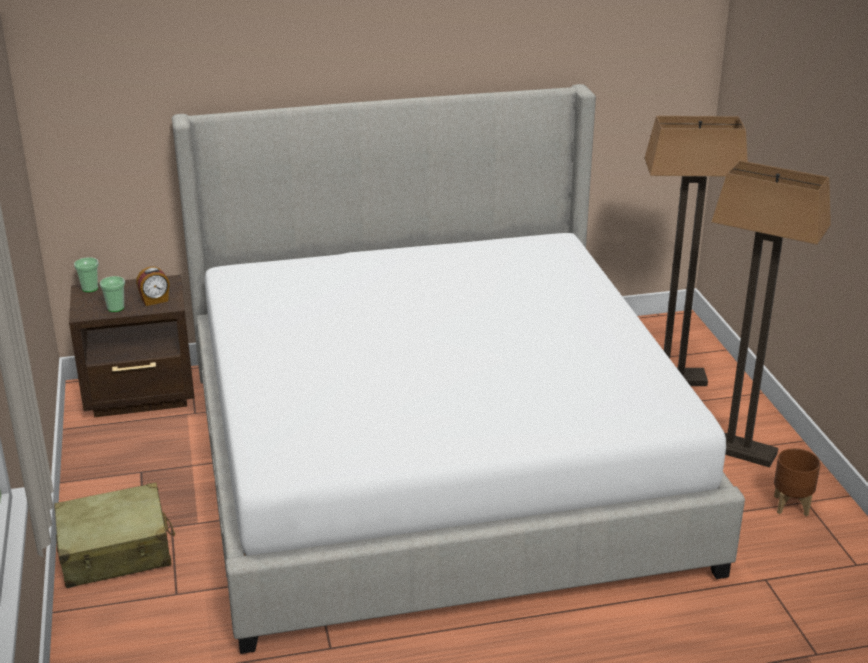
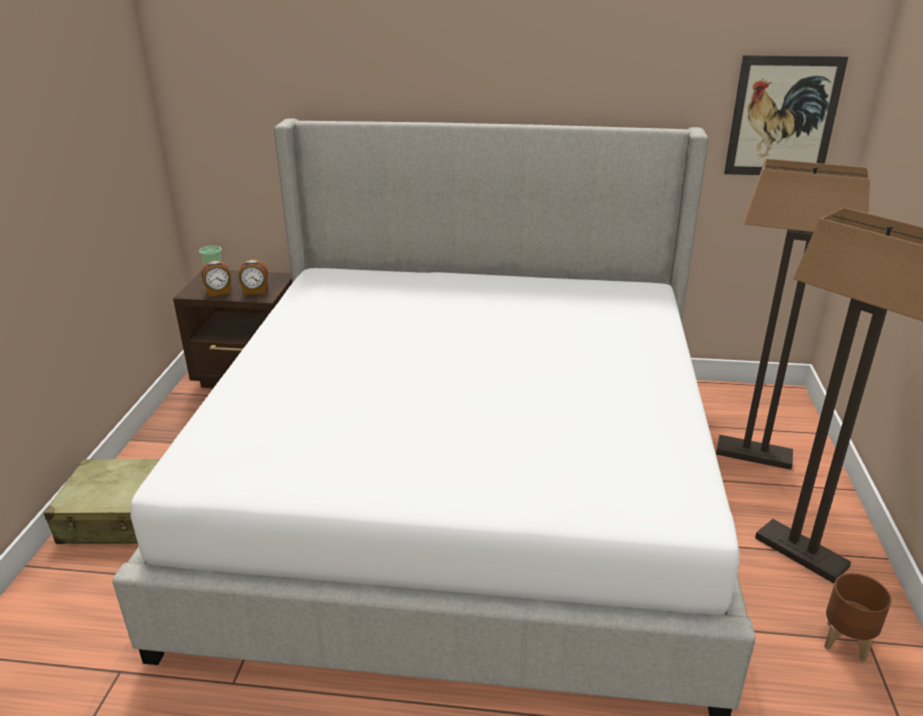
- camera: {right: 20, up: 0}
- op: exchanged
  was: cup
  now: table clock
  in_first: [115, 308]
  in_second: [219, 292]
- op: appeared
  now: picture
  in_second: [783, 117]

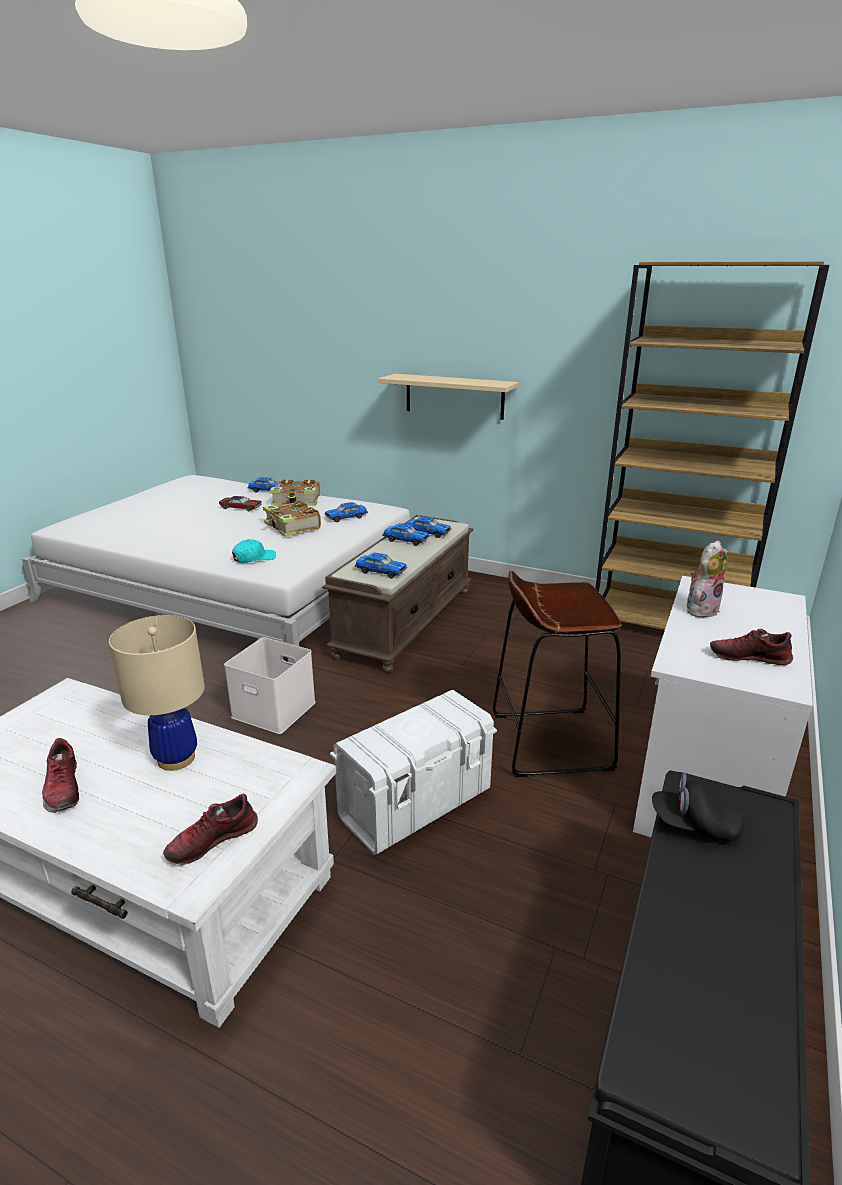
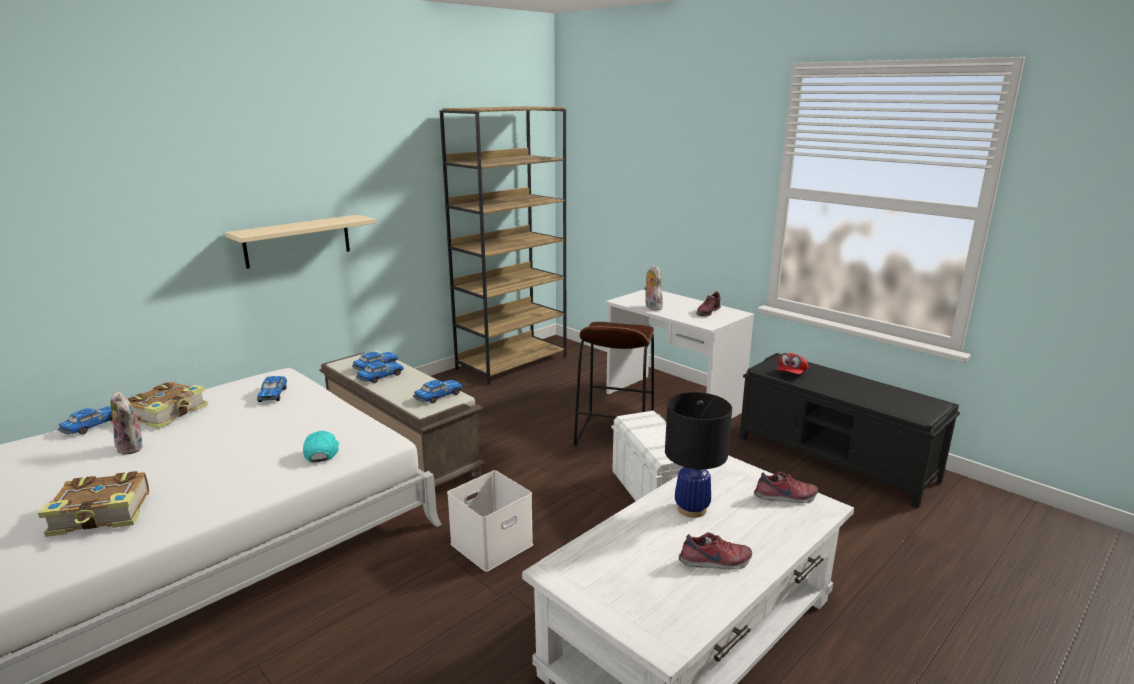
- camera: {right: -70, up: -5}
- op: colour
  was: lamp for a table (beige)
  now: lamp for a table (blackish)
  in_first: [176, 759]
  in_second: [692, 509]
- op: spun
  was: low shoe
  in_first: [212, 840]
  in_second: [785, 498]
  clockwise: -75
- op: exchanged
  was: model car
  now: soft toy
  in_first: [241, 508]
  in_second: [133, 447]
- op: relocated
  was: bound book
  in_first: [292, 527]
  in_second: [102, 515]
- op: colour
  was: baseball cap (blackish)
  now: baseball cap (red)
  in_first: [694, 825]
  in_second: [791, 374]

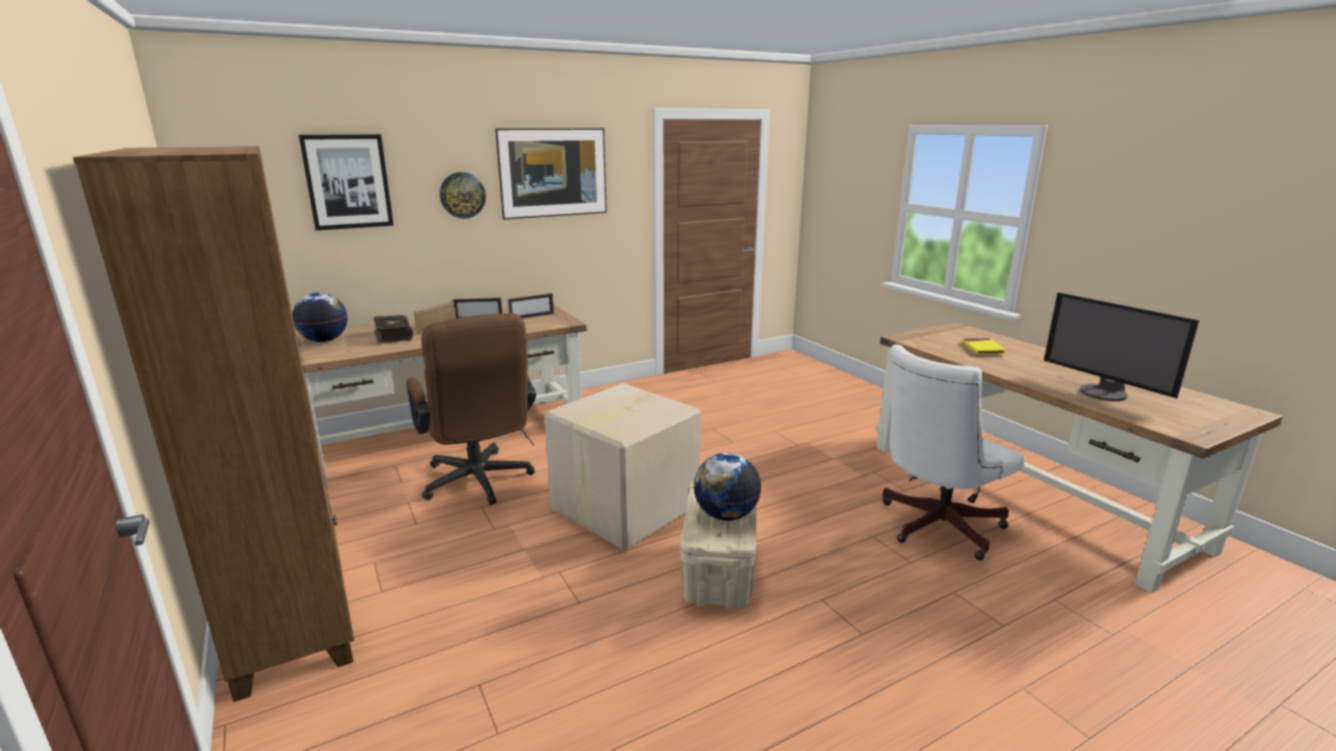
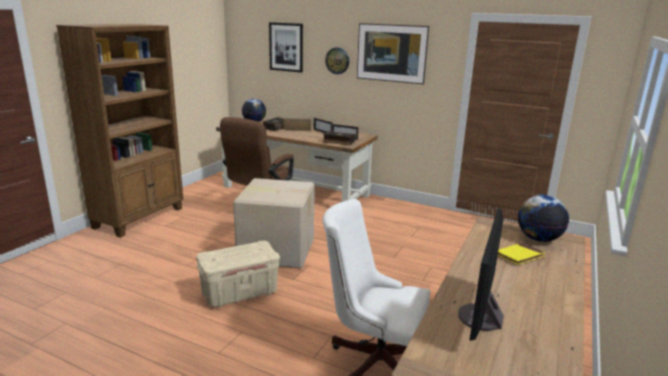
- camera: {right: 55, up: 0}
- op: relocated
  was: world globe
  in_first: [725, 515]
  in_second: [538, 239]
- op: appeared
  now: bound book
  in_second: [339, 142]

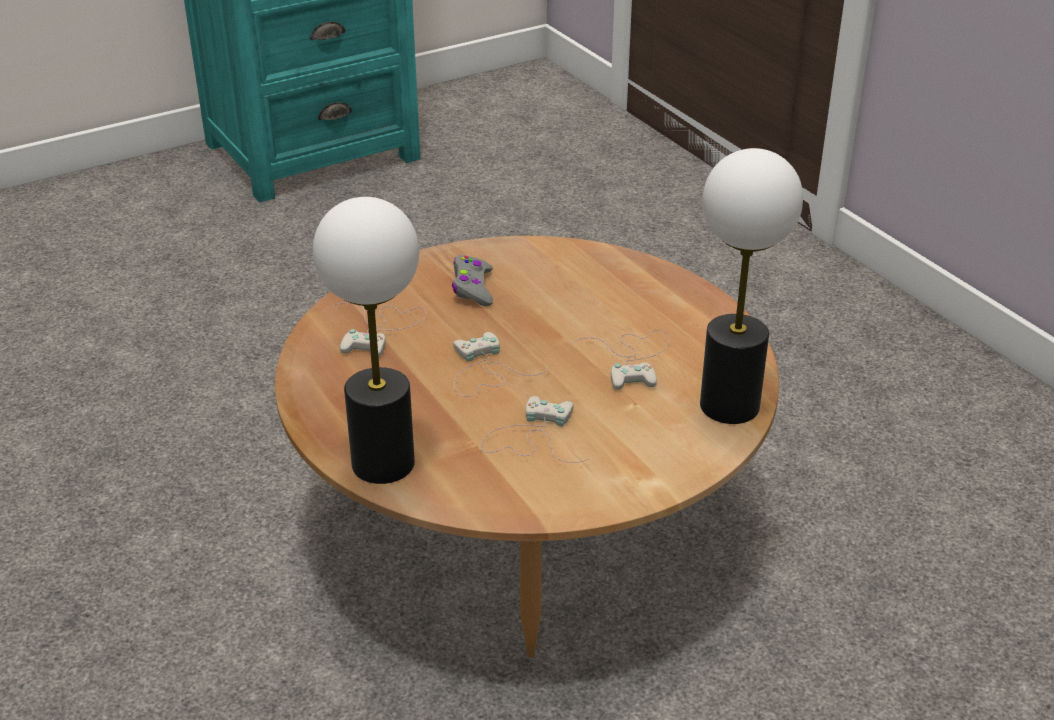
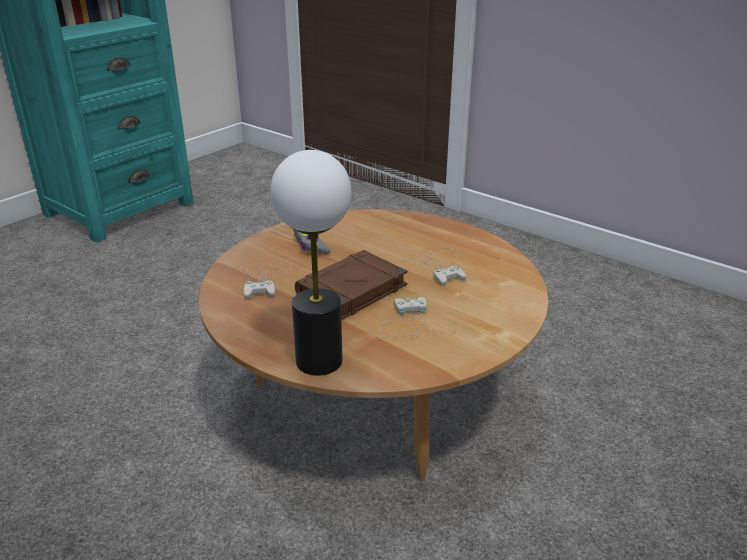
- camera: {right: -20, up: -5}
- op: exchanged
  was: gamepad (white)
  now: bound book (brownish)
  in_first: [485, 371]
  in_second: [351, 291]
- op: missing
  was: lamp for a table
  in_first: [729, 405]

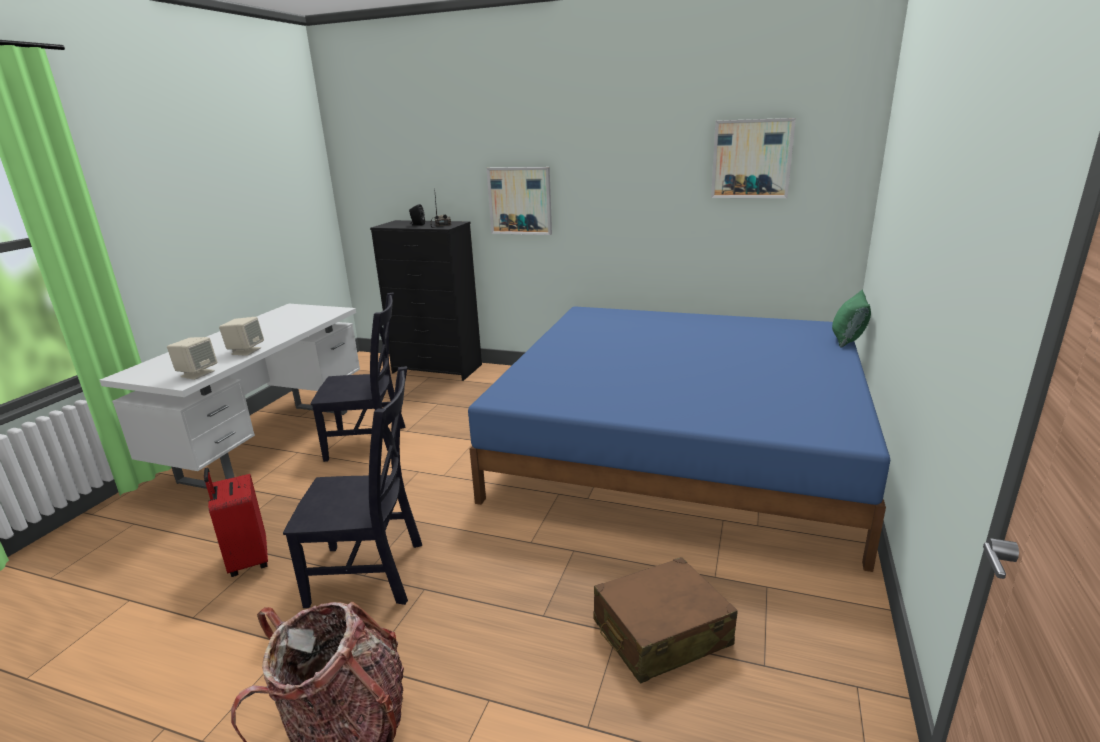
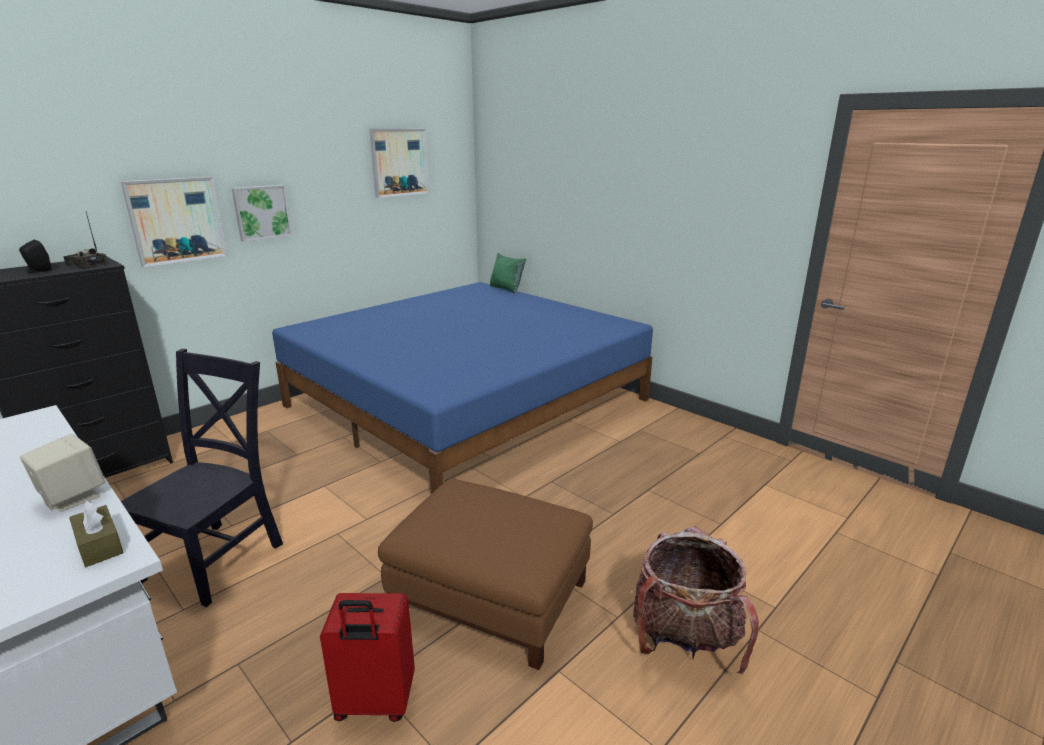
- camera: {right: -65, up: 0}
- op: exchanged
  was: speaker (beige)
  now: tissue box (brownish)
  in_first: [197, 373]
  in_second: [99, 545]
- op: exchanged
  was: chair (blackish)
  now: ottoman (brownish)
  in_first: [372, 574]
  in_second: [491, 596]
- op: missing
  was: suitcase (brownish)
  in_first: [661, 633]
- op: appeared
  now: picture
  in_second: [261, 212]

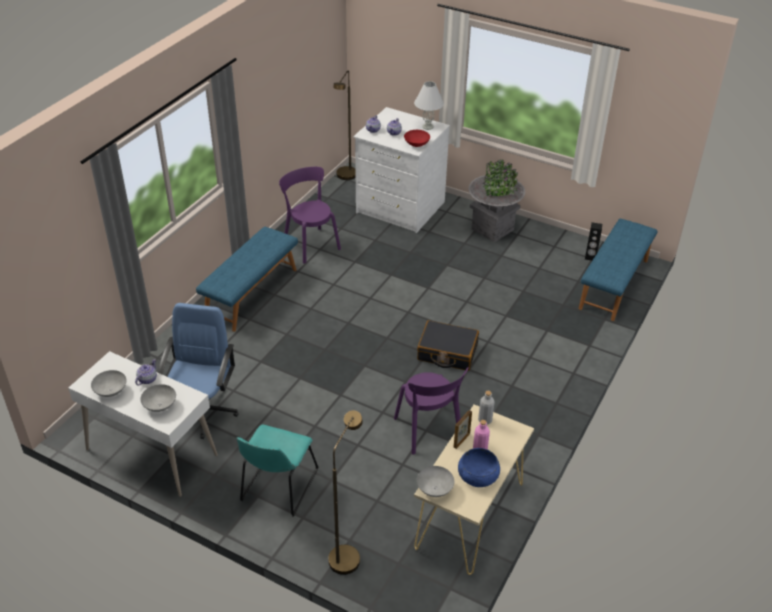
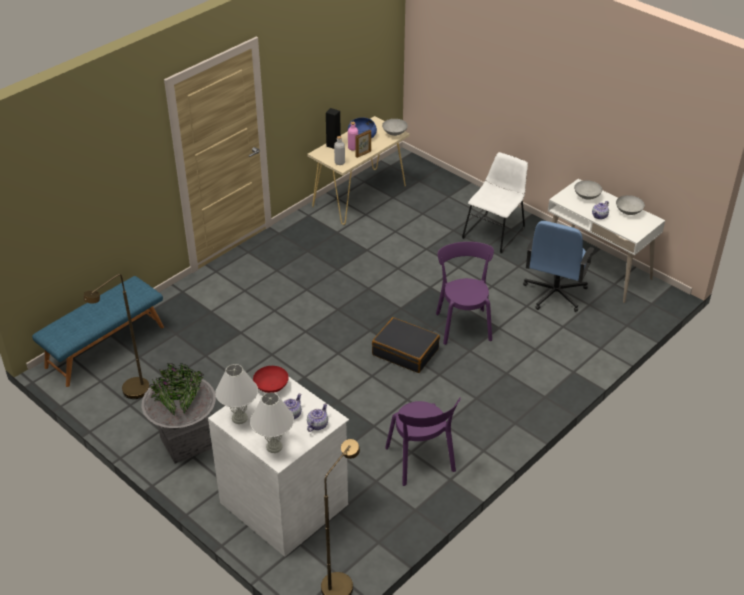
- camera: {right: -165, up: 0}
- op: missing
  was: long seat (blue-coloured)
  in_first: [251, 293]
- op: colour
  was: chair (blue-green)
  now: chair (white)
  in_first: [278, 487]
  in_second: [495, 231]
- op: relocated
  was: floor lamp (brownish)
  in_first: [346, 553]
  in_second: [131, 394]
- op: relocated
  was: chair (purple)
  in_first: [429, 431]
  in_second: [463, 324]
- op: relocated
  was: suitcase (blackish)
  in_first: [447, 352]
  in_second: [405, 351]
- op: relocated
  was: speaker (blackish)
  in_first: [590, 257]
  in_second: [333, 145]
- op: appeared
  now: lamp for a table (white)
  in_second: [274, 447]

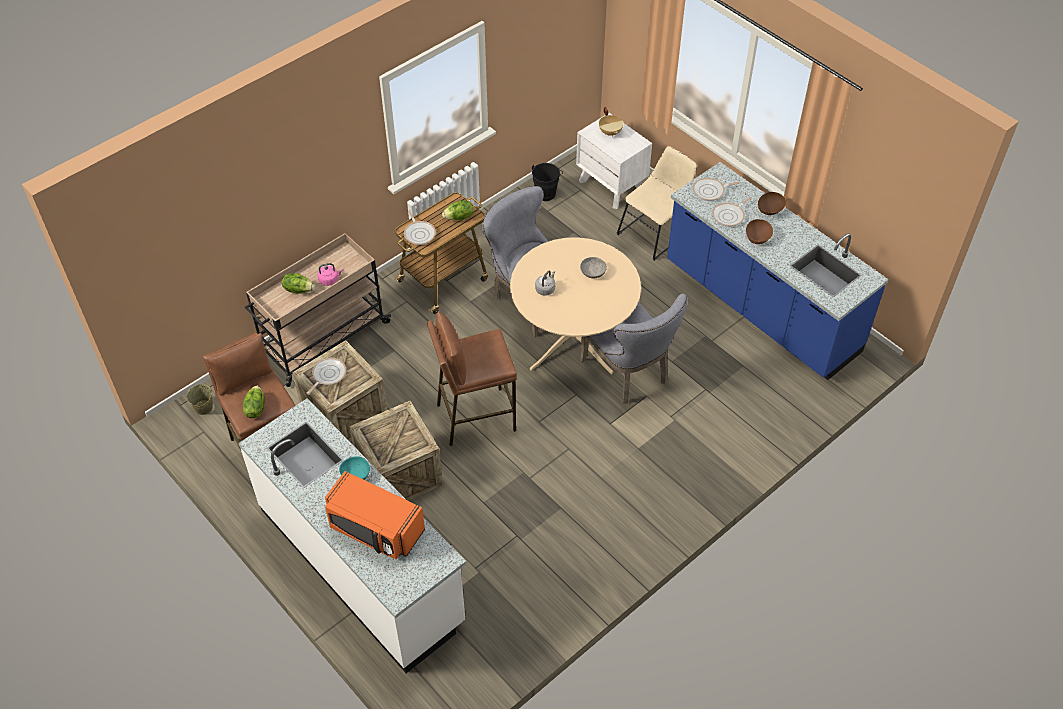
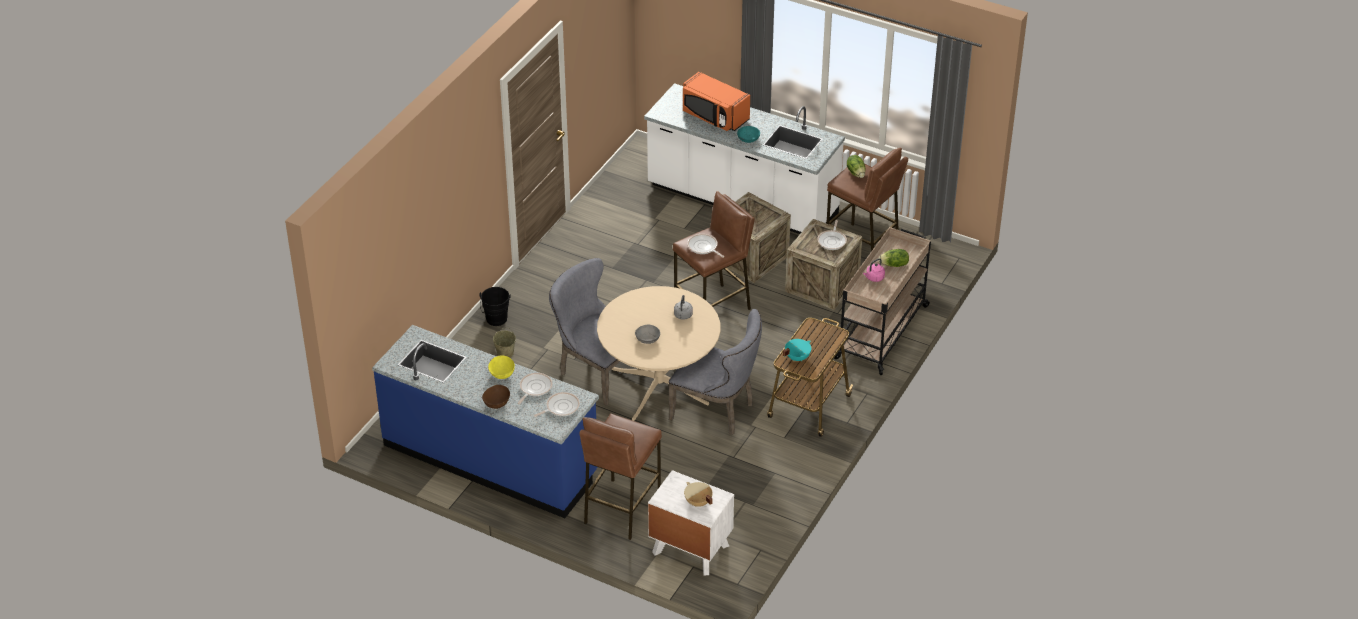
- camera: {right: 160, up: -10}
- op: relocated
  was: bucket (beige)
  in_first: [203, 408]
  in_second: [505, 353]
- op: spun
  was: microwave (orangey)
  in_first: [375, 529]
  in_second: [714, 116]
  clockwise: -150
- op: relocated
  was: skillet
  in_first: [419, 233]
  in_second: [703, 247]
- op: exchanged
  was: lettuce head
  now: cooking pot (blue-green)
  in_first: [459, 217]
  in_second: [797, 357]
- op: relocated
  was: bucket (blackish)
  in_first: [546, 192]
  in_second: [496, 321]
- op: exchanged
  was: chair (beige)
  now: stool (brownish)
  in_first: [656, 231]
  in_second: [621, 509]
- op: colour
  was: deep dish (brownish)
  now: deep dish (yellowish)
  in_first: [758, 238]
  in_second: [501, 373]

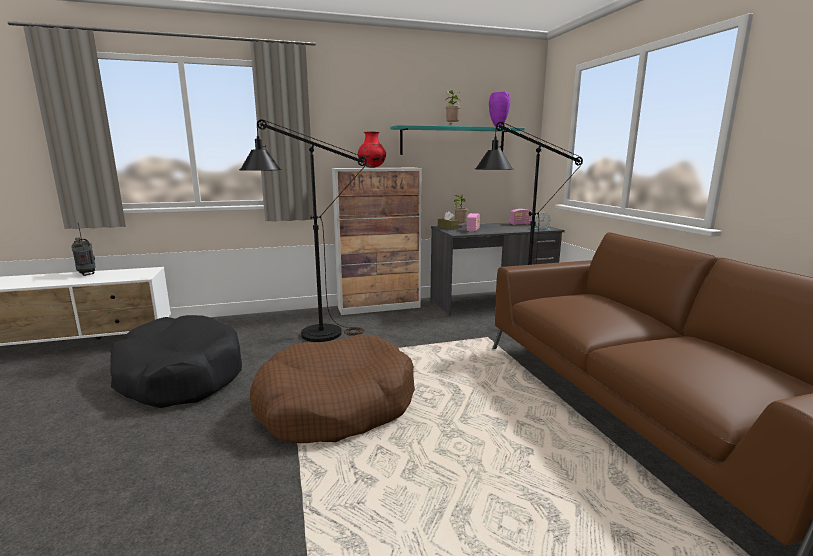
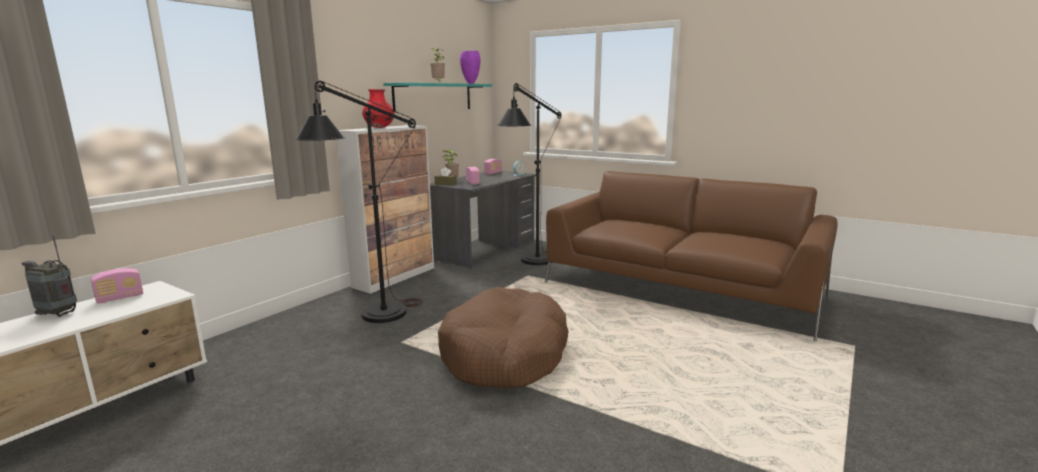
- camera: {right: -40, up: 0}
- op: missing
  was: pet bed (blackish)
  in_first: [180, 375]
- op: appeared
  now: radio
  in_second: [120, 298]

